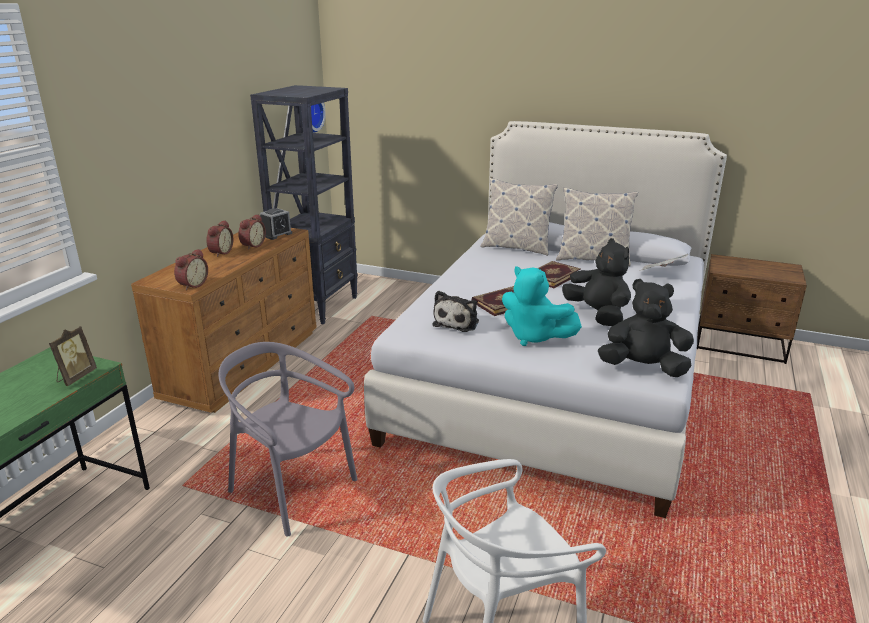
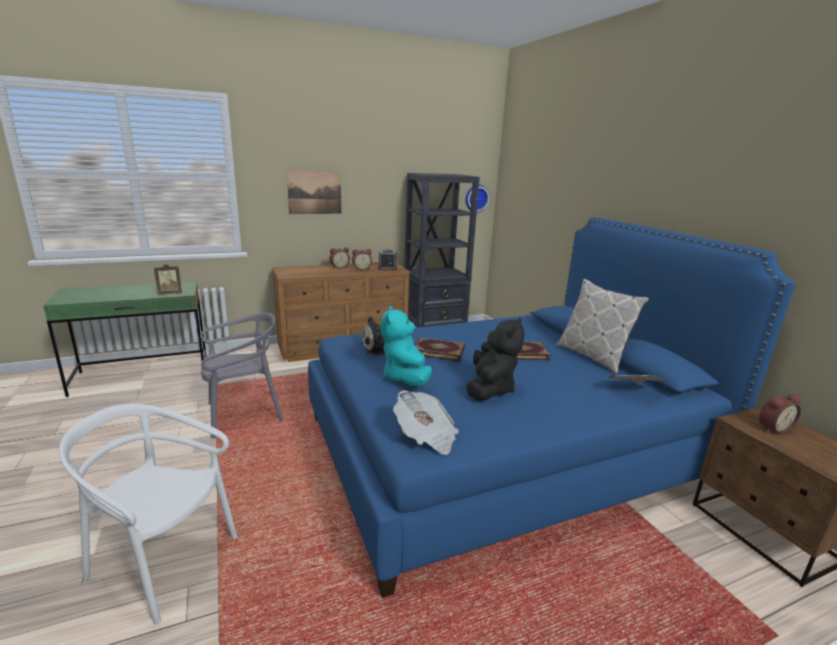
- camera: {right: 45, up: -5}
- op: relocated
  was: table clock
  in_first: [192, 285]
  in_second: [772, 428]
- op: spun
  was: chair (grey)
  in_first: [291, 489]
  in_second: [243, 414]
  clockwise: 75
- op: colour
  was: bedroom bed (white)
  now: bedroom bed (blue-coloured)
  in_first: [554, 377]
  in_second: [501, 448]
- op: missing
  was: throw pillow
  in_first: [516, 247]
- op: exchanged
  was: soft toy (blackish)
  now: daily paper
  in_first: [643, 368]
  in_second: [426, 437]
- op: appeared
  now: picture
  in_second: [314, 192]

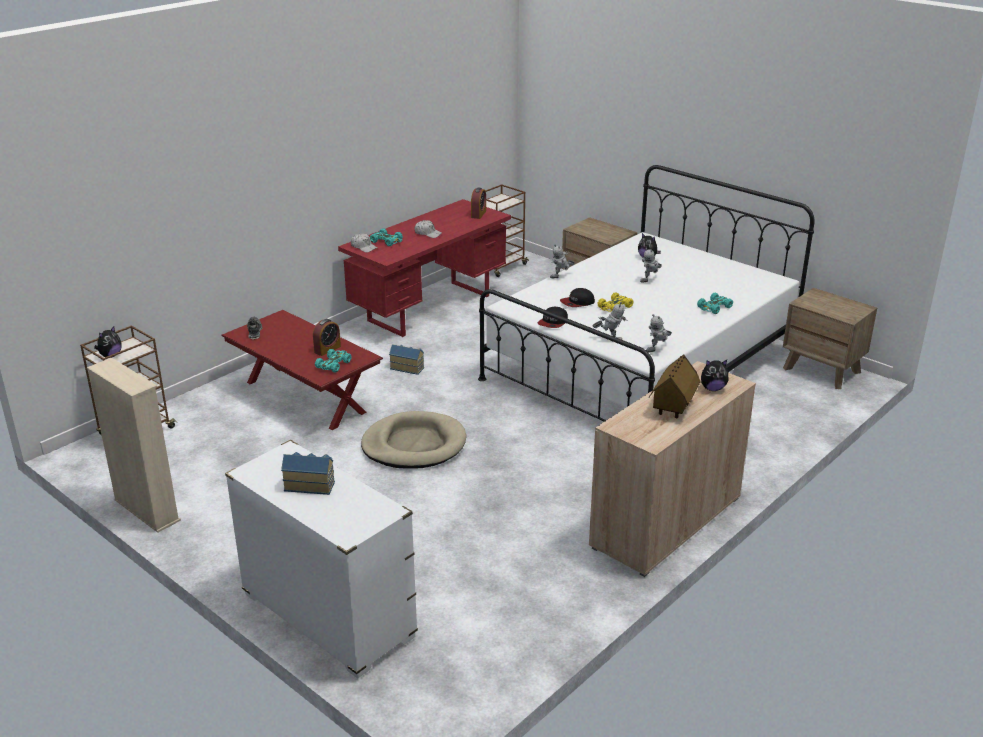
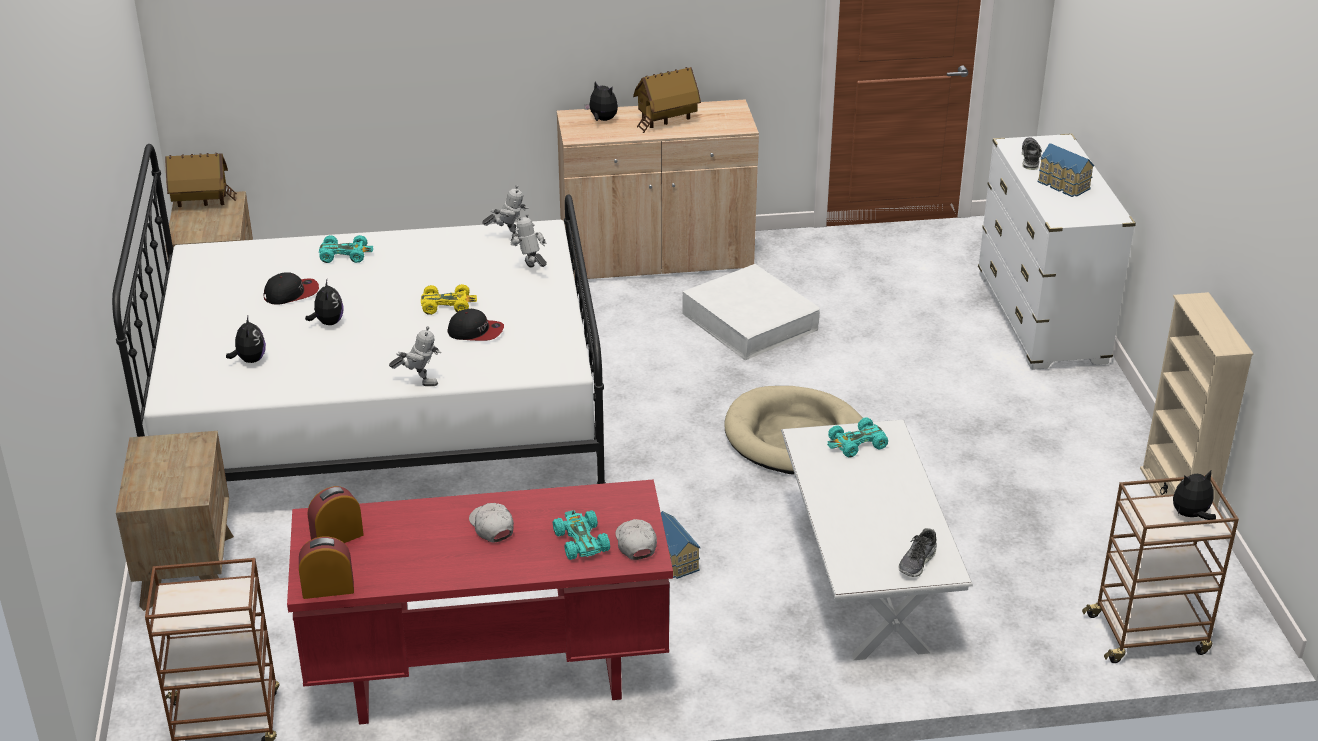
- camera: {right: -140, up: 5}
- op: colour
  was: low table (red)
  now: low table (white)
  in_first: [305, 397]
  in_second: [865, 579]
- op: relocated
  was: table clock
  in_first: [327, 349]
  in_second: [328, 589]
- op: relocated
  was: baseball cap
  in_first: [553, 322]
  in_second: [291, 293]
- op: exchanged
  was: model robot
  now: soft toy
  in_first: [650, 280]
  in_second: [328, 322]
- op: appeared
  now: miniature house
  in_second: [202, 202]
- op: appeared
  now: storage box (white)
  in_second: [749, 321]
- op: appeared
  now: low shoe
  in_second: [1030, 159]

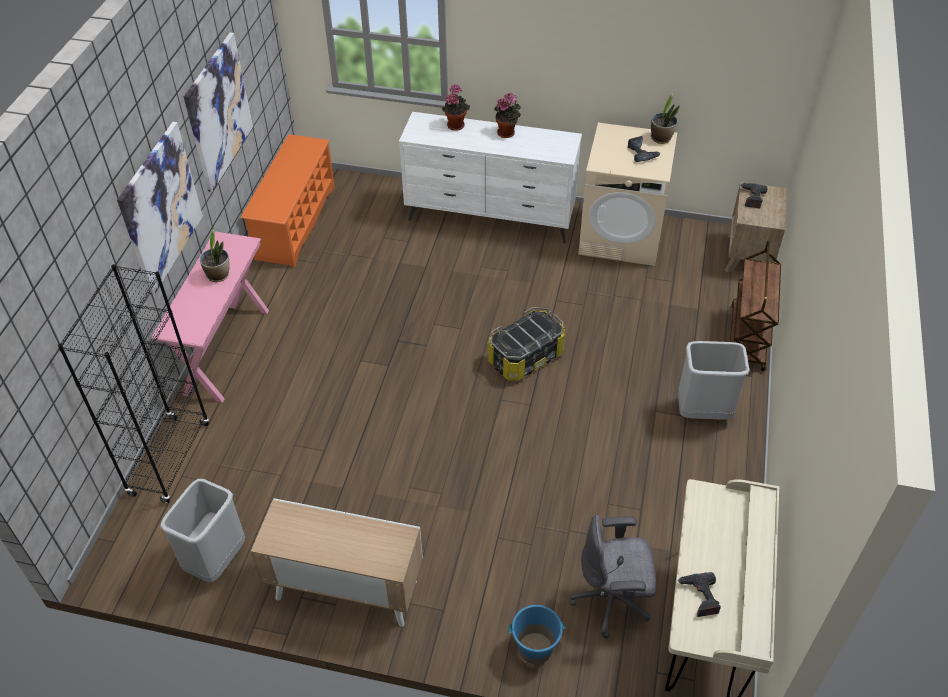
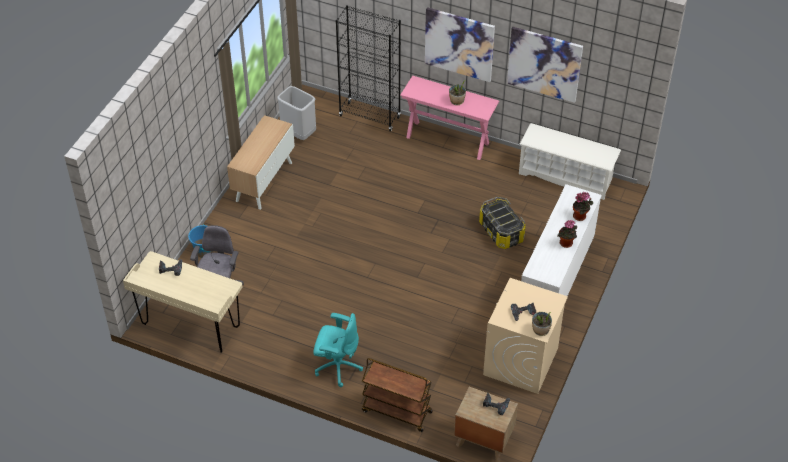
- camera: {right: 100, up: 0}
- op: colour
  was: shoe rack (orangey)
  now: shoe rack (white)
  in_first: [295, 222]
  in_second: [566, 176]
- op: relocated
  was: storage box
  in_first: [525, 356]
  in_second: [501, 231]
- op: exchanged
  was: trash can (grey)
  now: computer chair (blue-green)
  in_first: [703, 411]
  in_second: [337, 366]

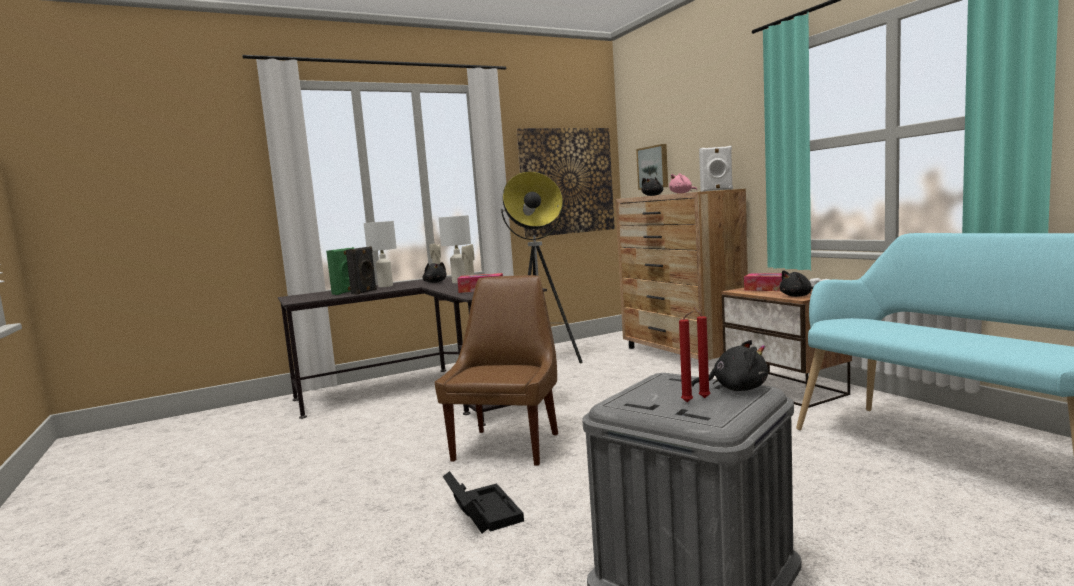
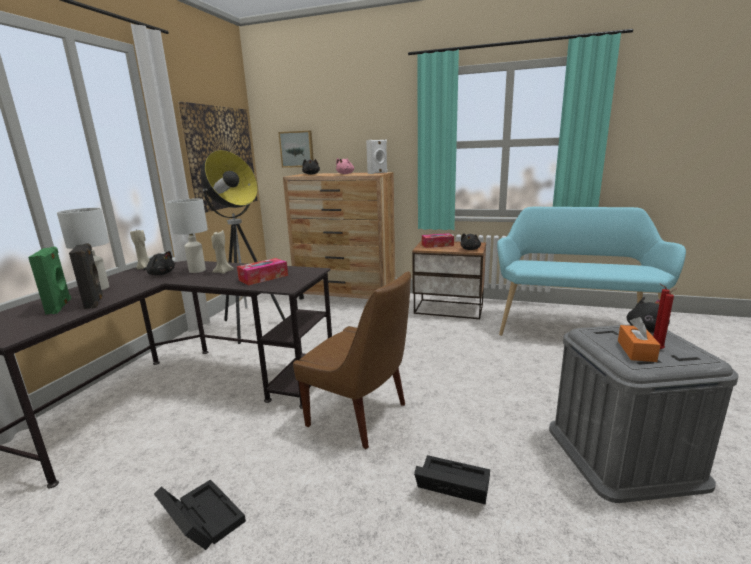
- camera: {right: -45, up: 10}
- op: spun
  was: chair (brownish)
  in_first: [508, 445]
  in_second: [360, 416]
  clockwise: 150
- op: appeared
  now: storage box (blackish)
  in_second: [200, 518]
- op: appeared
  now: tissue box (orangey)
  in_second: [636, 351]

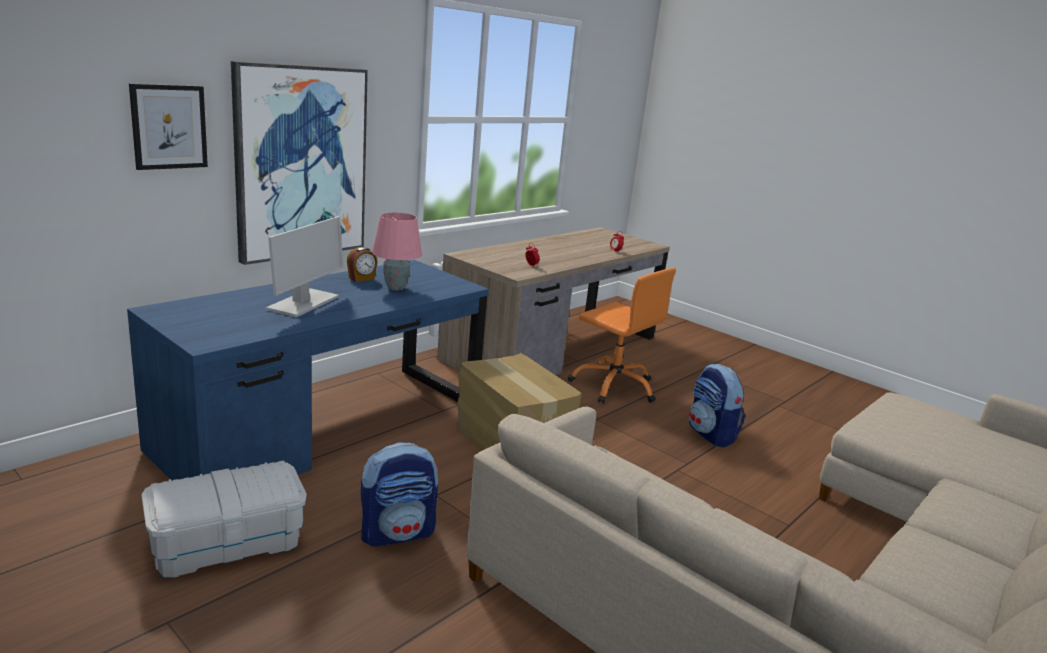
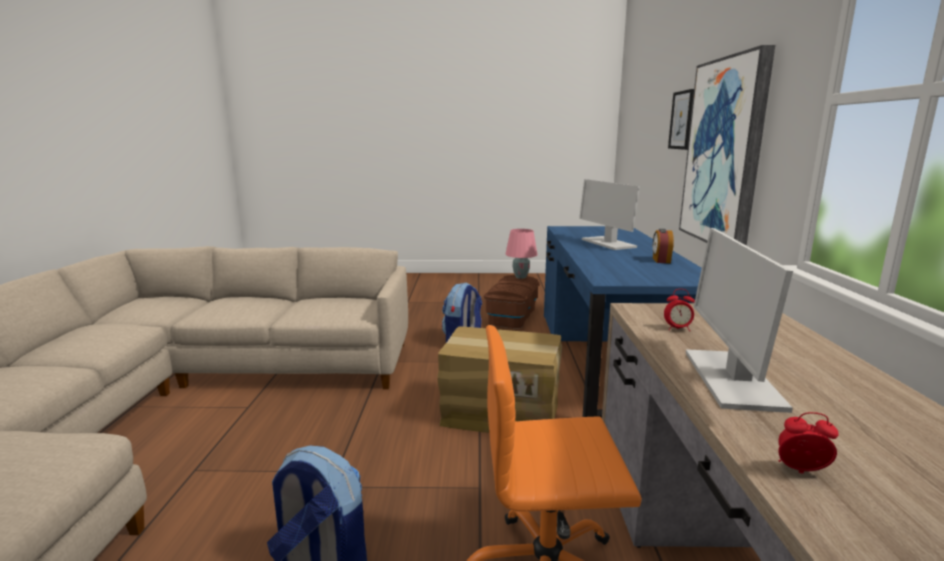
- camera: {right: 140, up: -5}
- op: colour
  was: storage box (white)
  now: storage box (brownish)
  in_first: [228, 542]
  in_second: [512, 316]
- op: relocated
  was: lamp for a table (pinkish)
  in_first: [395, 288]
  in_second: [520, 277]
- op: appeared
  now: computer screen
  in_second: [730, 379]

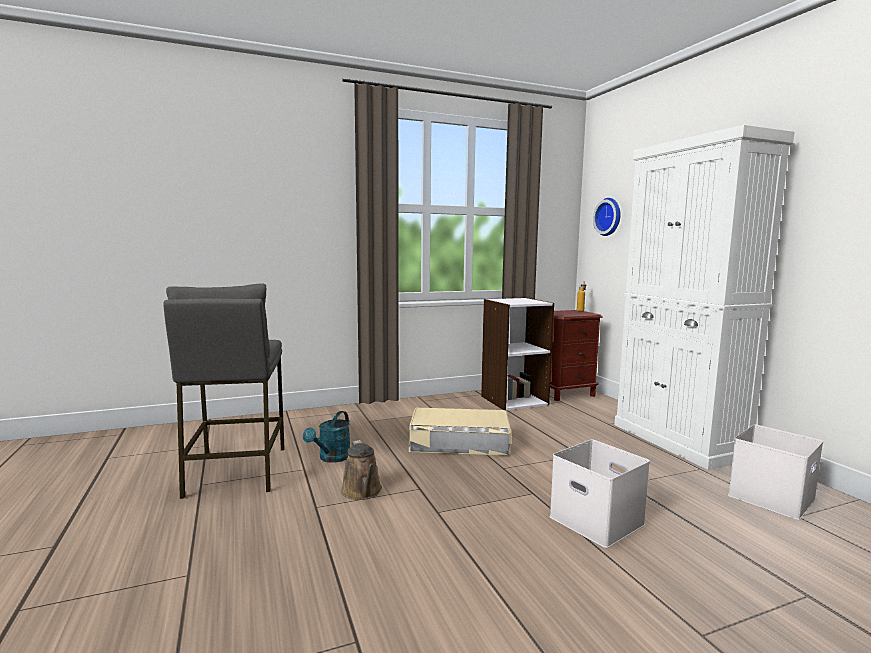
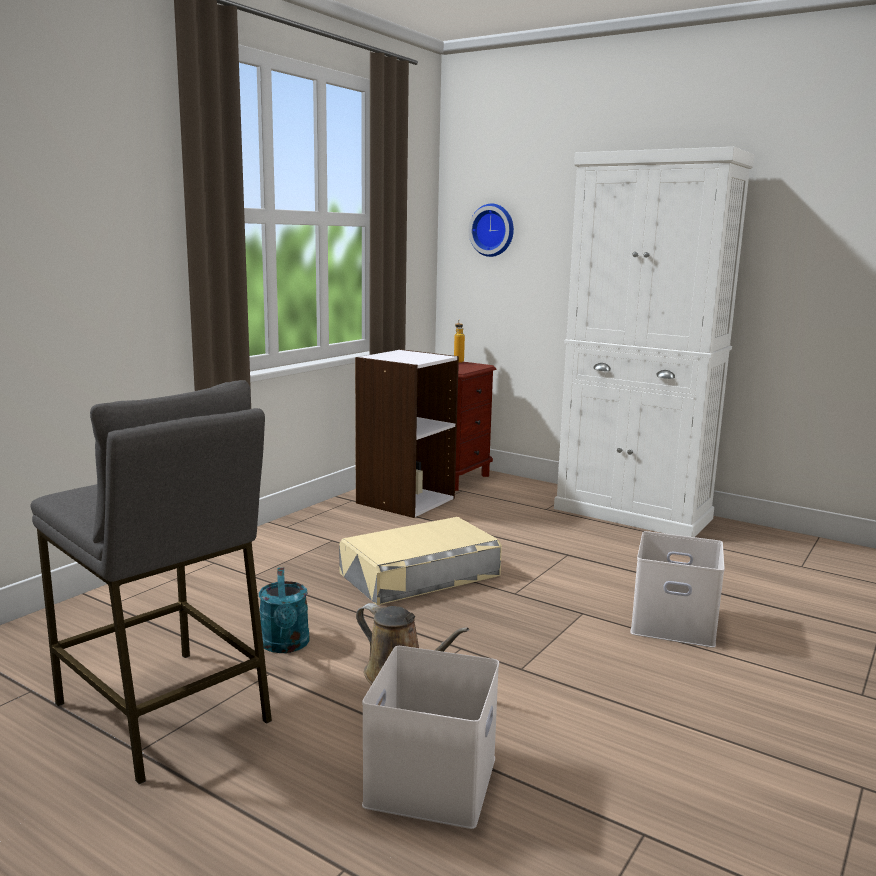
- camera: {right: -35, up: 5}
- op: relocated
  was: storage box (white)
  in_first: [770, 496]
  in_second: [429, 778]

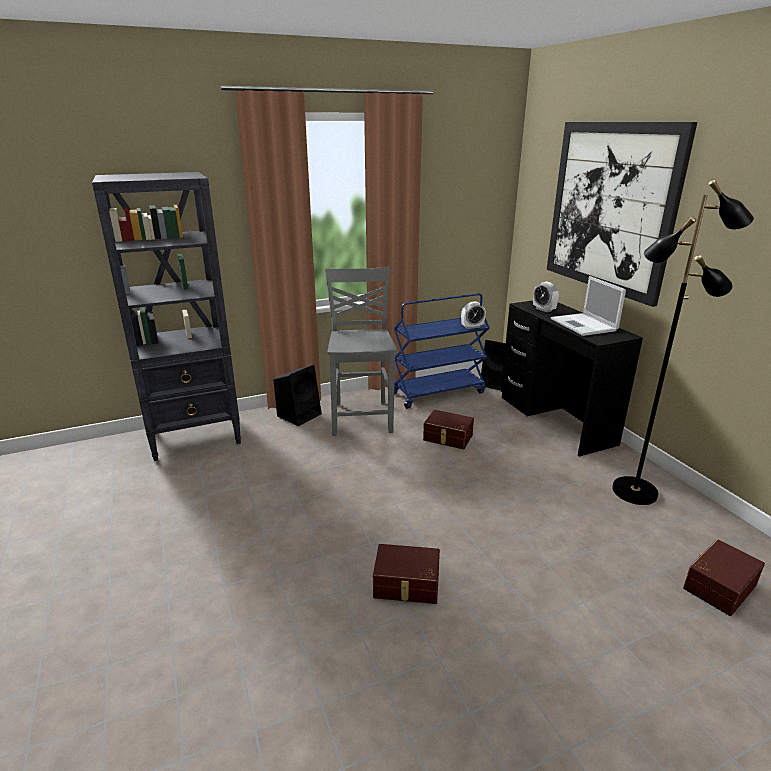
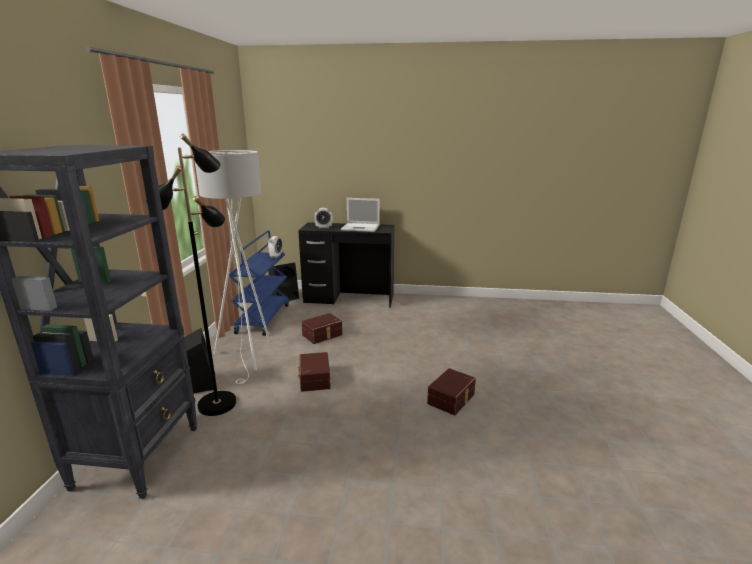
- camera: {right: -60, up: -5}
- op: exchanged
  was: chair (grey)
  now: floor lamp (white)
  in_first: [362, 417]
  in_second: [248, 356]
- op: missing
  was: picture
  in_first: [610, 208]
- op: relocated
  was: floor lamp (blackish)
  in_first: [635, 491]
  in_second: [217, 403]
- op: relocated
  was: storage box (brownish)
  in_first: [717, 585]
  in_second: [313, 379]

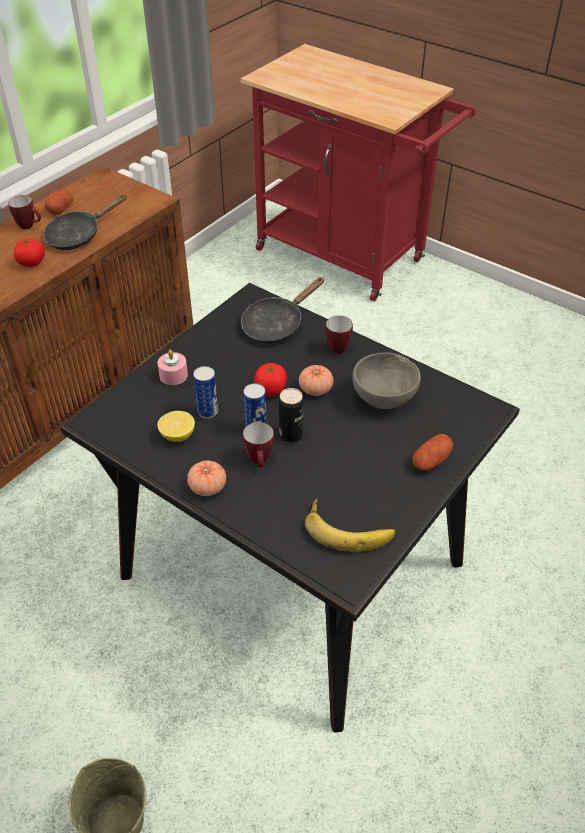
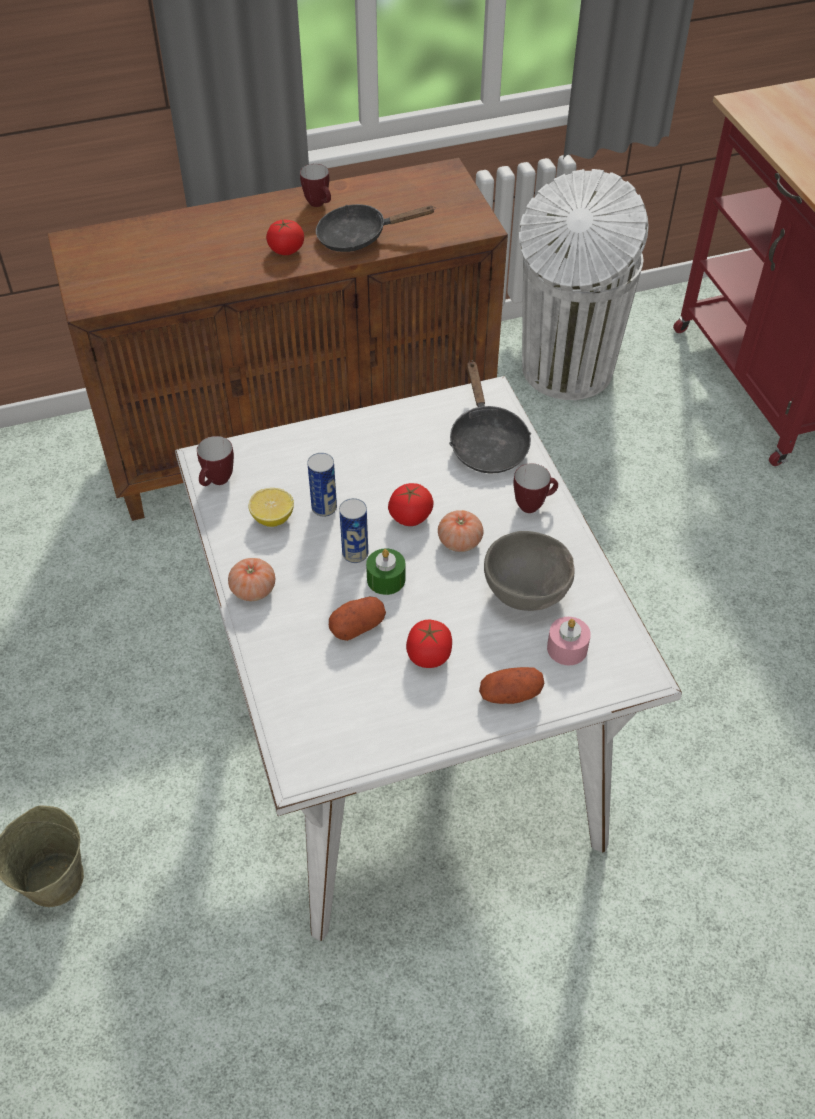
- camera: {right: 35, up: 5}
- op: relocated
  was: whole potato
  in_first: [60, 209]
  in_second: [357, 626]
- op: colour
  was: dining table (blackish)
  now: dining table (white)
  in_first: [291, 569]
  in_second: [406, 737]
- op: relocated
  was: wax light (pinkish)
  in_first: [173, 375]
  in_second: [567, 648]
- op: spun
  was: skillet (blackish)
  in_first: [276, 324]
  in_second: [486, 442]
  clockwise: -90
- op: relocated
  was: tea mug
  in_first: [260, 461]
  in_second: [217, 482]
- op: exchanged
  was: metal can
  now: wax light (green-coloured)
  in_first: [291, 434]
  in_second: [386, 579]
- op: missing
  was: banana
  in_first: [349, 528]
- op: appeared
  now: fresh tomato
  in_second: [429, 655]
- op: appeared
  now: trash can (white)
  in_second: [565, 371]

